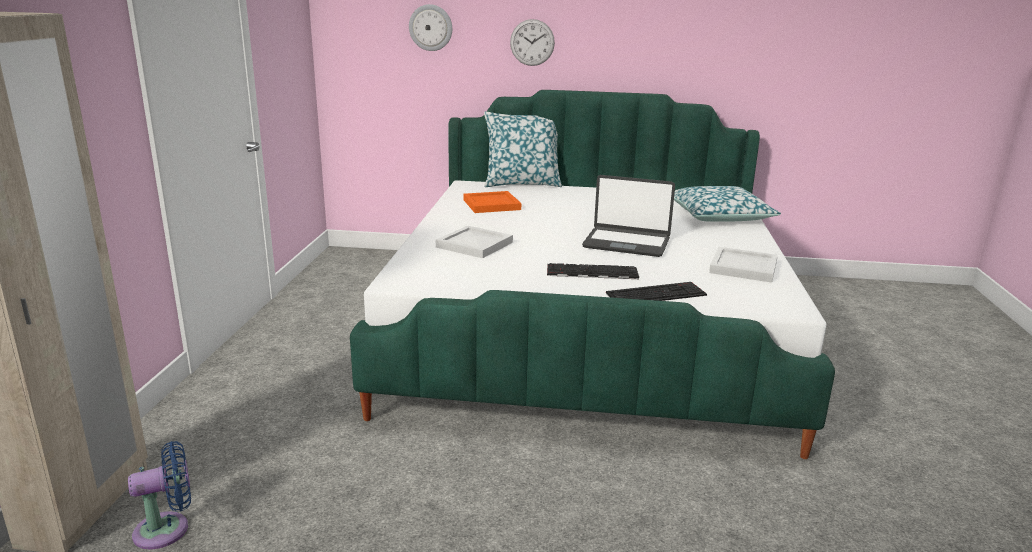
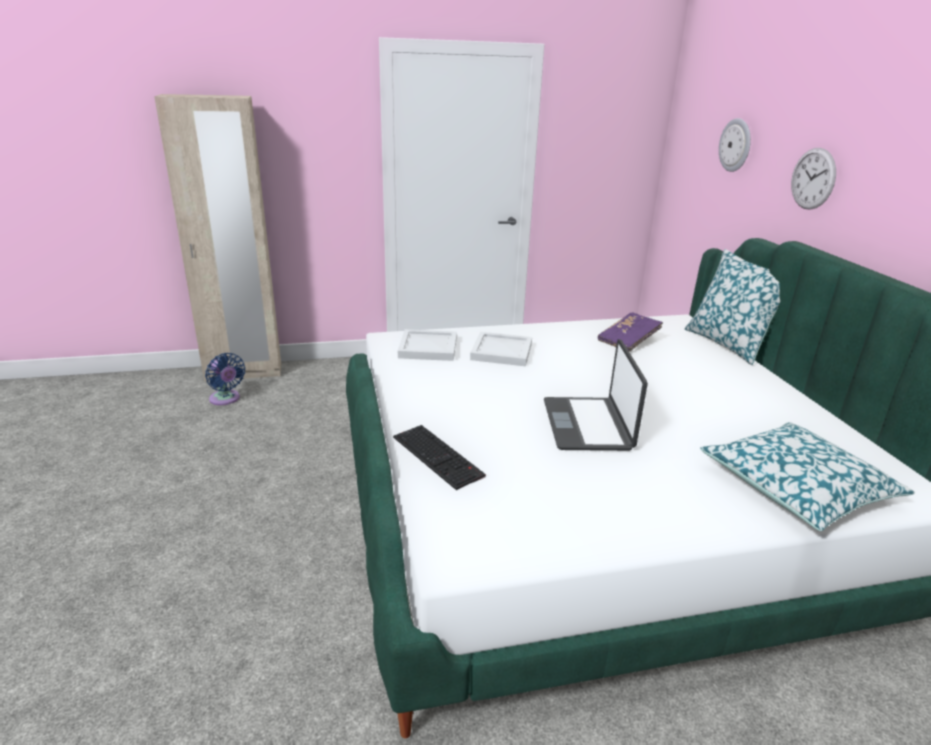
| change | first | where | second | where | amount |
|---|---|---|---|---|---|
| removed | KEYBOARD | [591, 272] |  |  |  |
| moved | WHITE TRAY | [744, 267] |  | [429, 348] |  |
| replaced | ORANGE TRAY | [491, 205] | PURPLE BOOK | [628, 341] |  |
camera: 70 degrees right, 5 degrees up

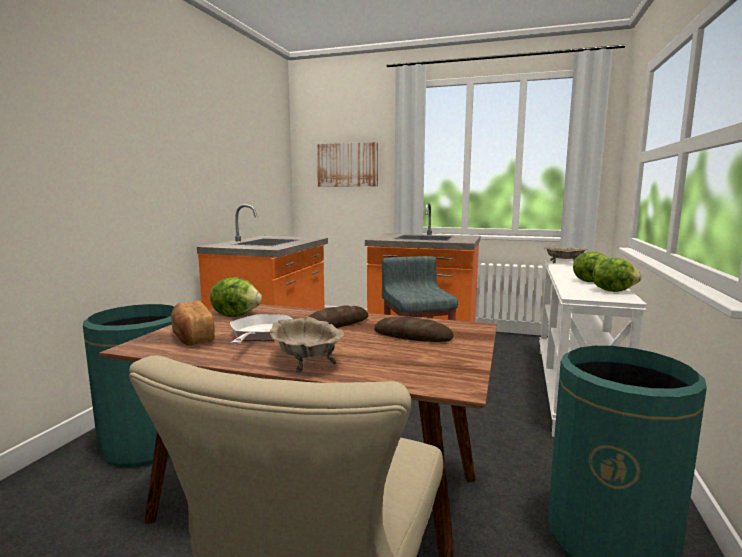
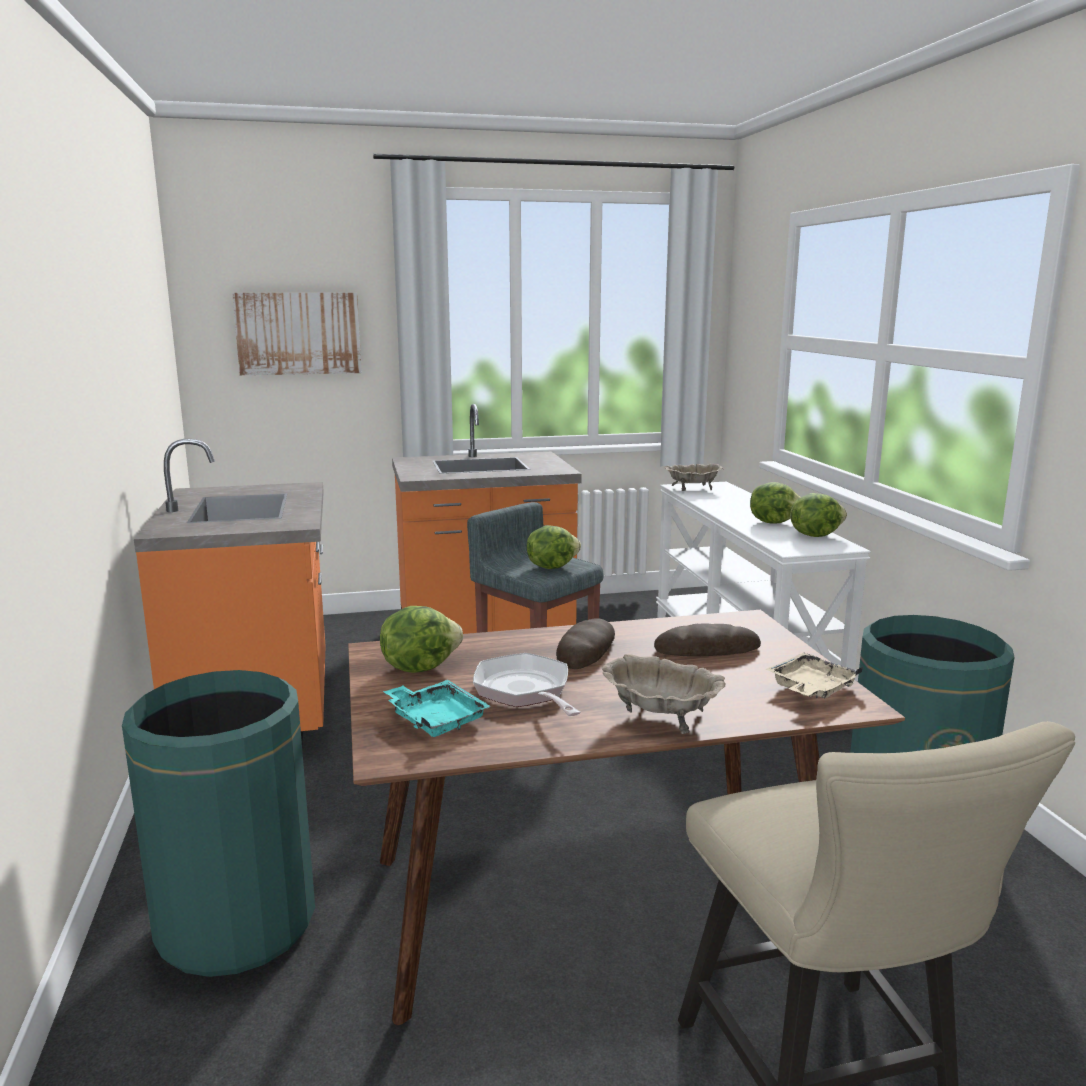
| change | first | where | second | where | amount |
|---|---|---|---|---|---|
| added |  |  | LETTUCE | [551, 566] |  |
| added |  |  | BEIGE TRAY | [810, 688] |  |
| replaced | BREAD | [192, 337] | TURQUOISE TRAY | [436, 719] |  |
camera: 30 degrees left, 5 degrees up

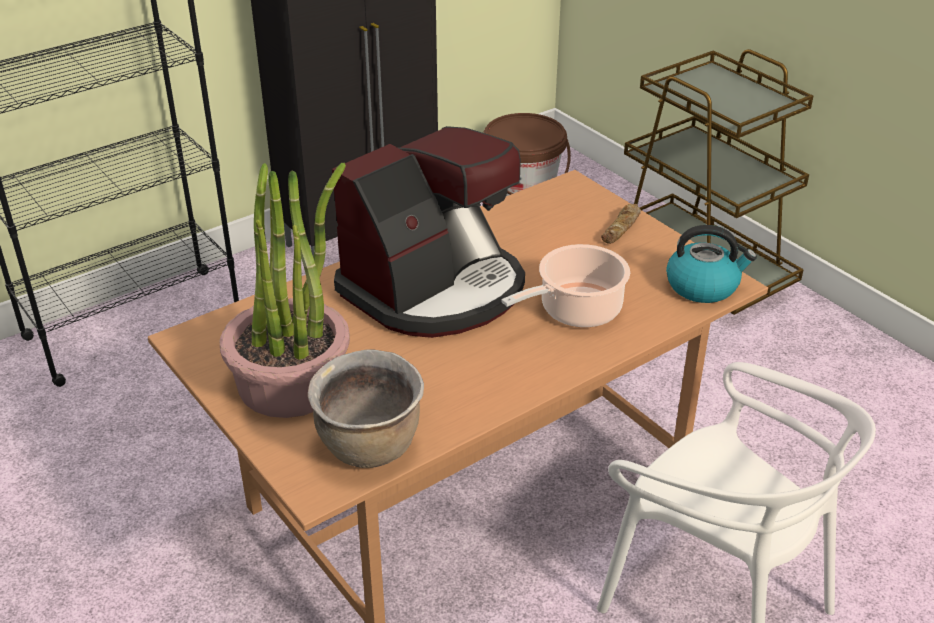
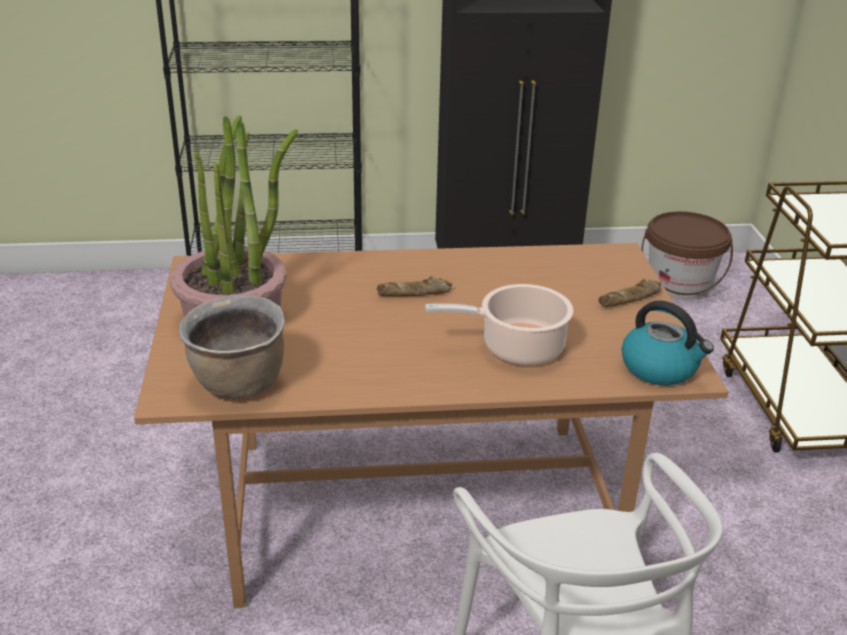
| change | first | where | second | where | amount |
|---|---|---|---|---|---|
| replaced | COFFEE MACHINE | [436, 289] | BREAD | [415, 293] |  |
camera: 30 degrees right, 5 degrees down

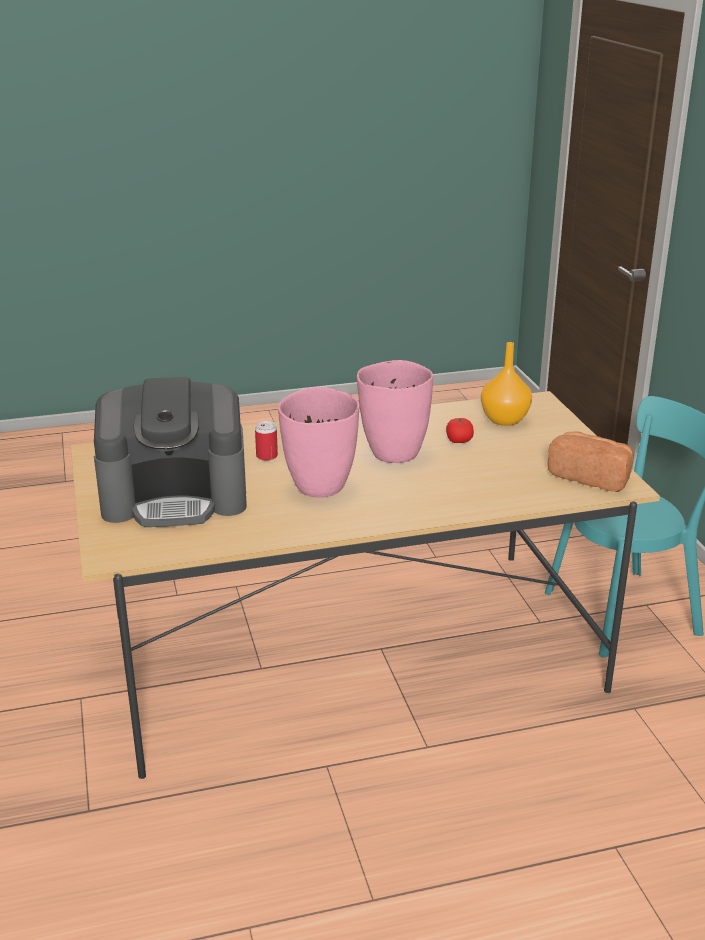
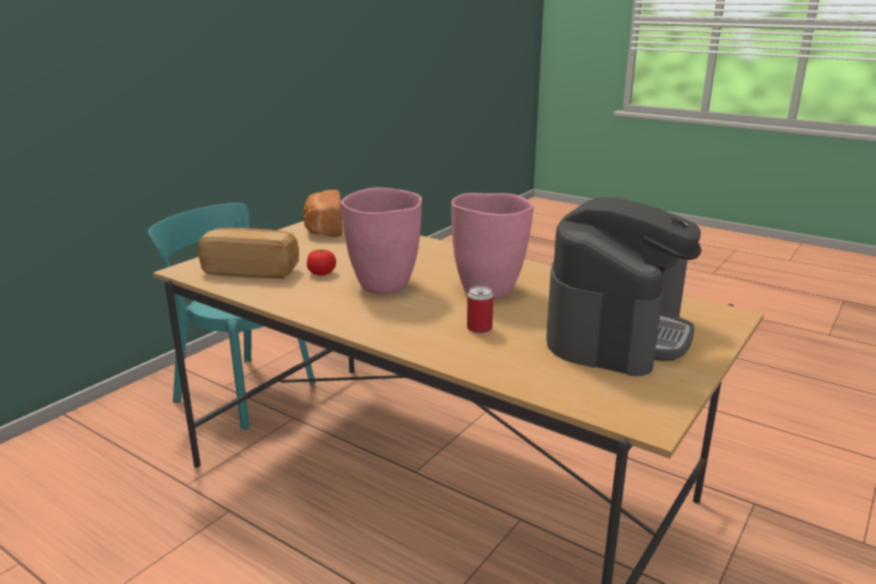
| change | first | where | second | where | amount |
|---|---|---|---|---|---|
| replaced | ORANGE VASE | [503, 420] | BREAD | [252, 270] |  |
| turned | COFFEE MACHINE | [176, 497] |  | [616, 332] | 75 degrees clockwise |
camera: 130 degrees left, 5 degrees down

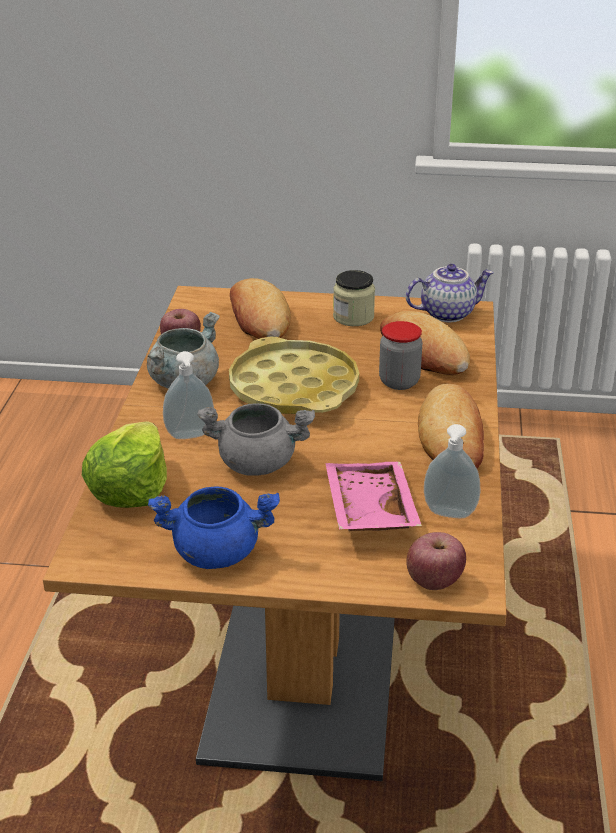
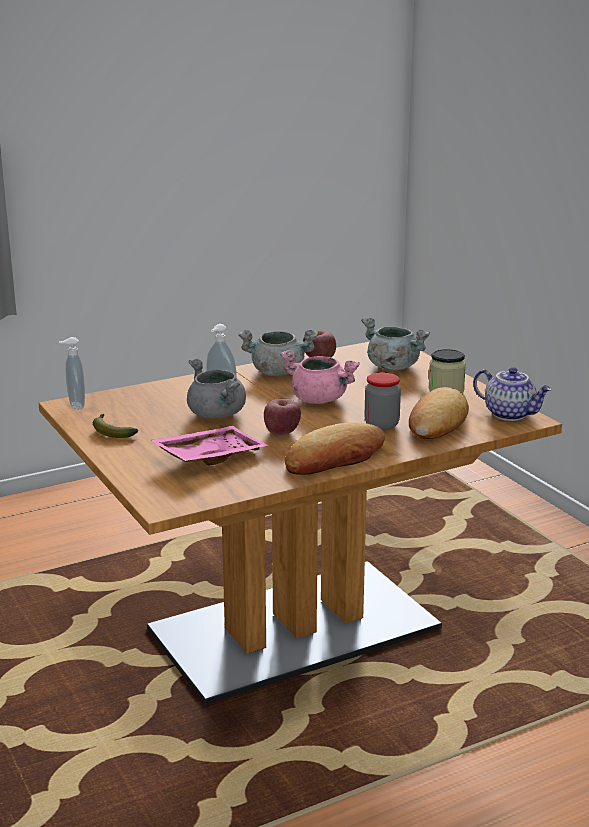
| change | first | where | second | where | amount |
|---|---|---|---|---|---|
| removed | LETTUCE | [130, 489] |  |  |  |
| moved | APPLE | [434, 581] |  | [282, 432] |  |
| moved | SOAP DISPENSER | [449, 515] |  | [75, 406] |  |
| replaced | BLUE COOKING POT | [216, 552] | BANANA | [111, 431] |  |
| replaced | YELLOW TRAY | [294, 388] | PINK COOKING POT | [320, 400] |  |
| replaced | BREAD | [259, 318] | GREY COOKING POT | [392, 367] |  |
camera: 55 degrees right, 10 degrees down

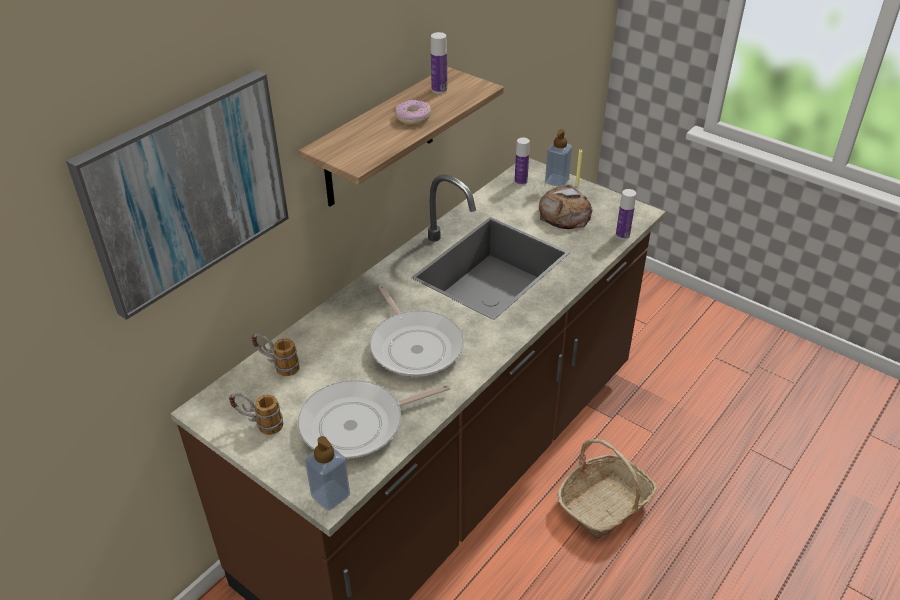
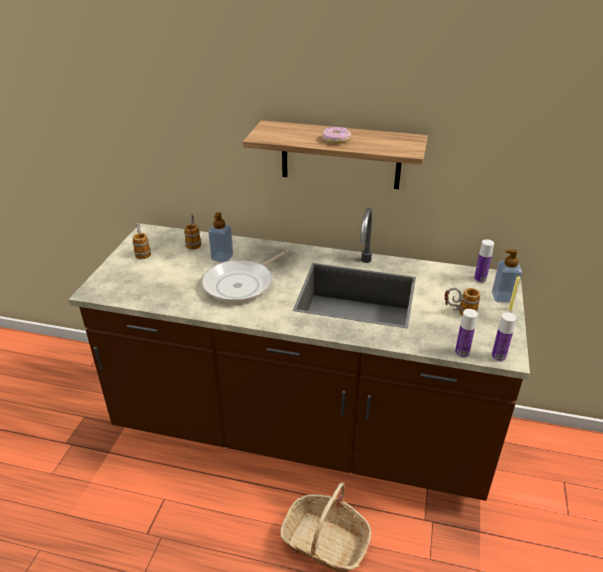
| change | first | where | second | where | amount |
|---|---|---|---|---|---|
| removed | PICTURE | [187, 191] |  |  |  |
| removed | FRYING PAN | [358, 424] |  |  |  |
| moved | SOAP DISPENSER | [330, 495] |  | [222, 257] |  |
| moved | BOTTLE | [439, 89] |  | [498, 356] |  |
| replaced | BREAD | [565, 214] | MUG | [459, 313] |  |
camera: 65 degrees right, 5 degrees down

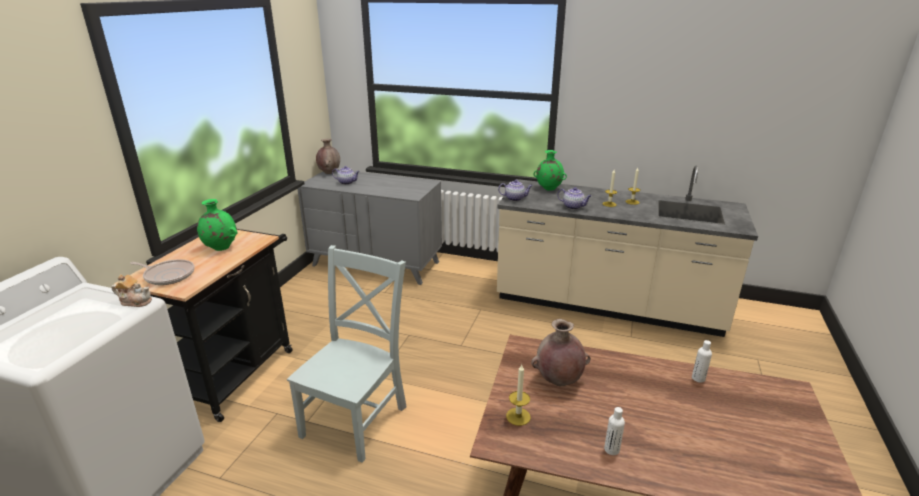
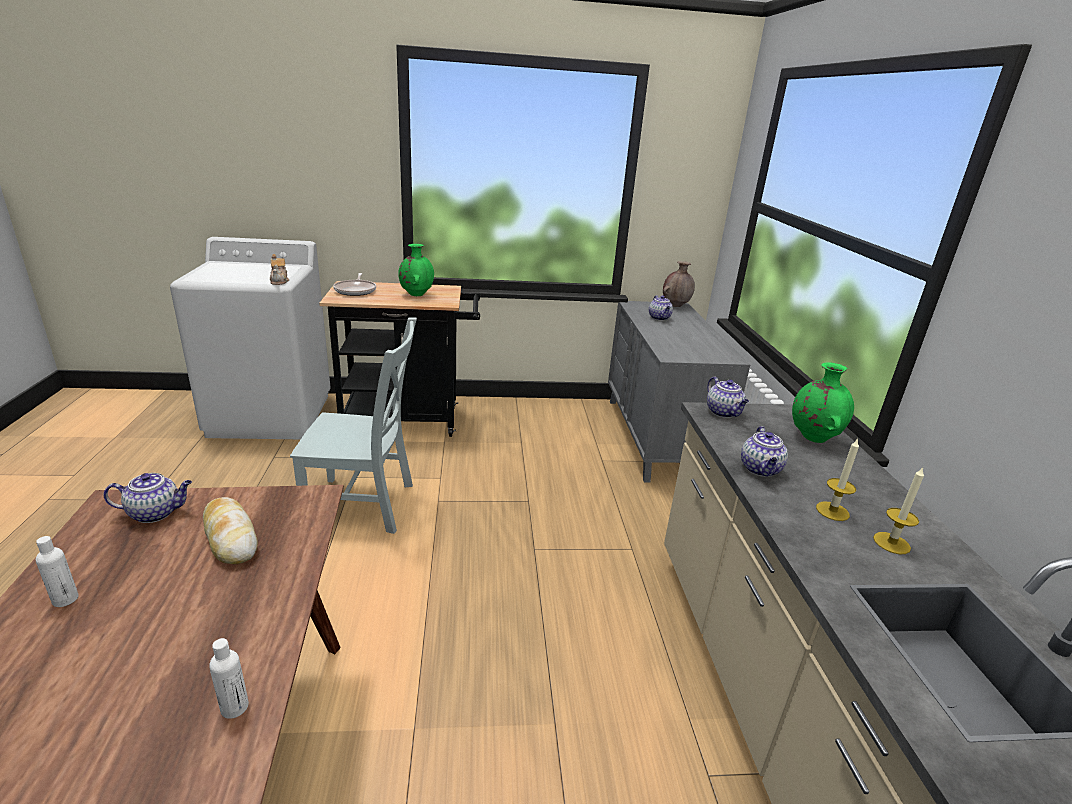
| change | first | where | second | where | amount |
|---|---|---|---|---|---|
| replaced | CANDLE | [518, 416] | TEAPOT | [156, 513] |  |
| replaced | BROWN VASE | [558, 381] | BREAD | [230, 537] |  |
camera: 65 degrees right, 0 degrees up

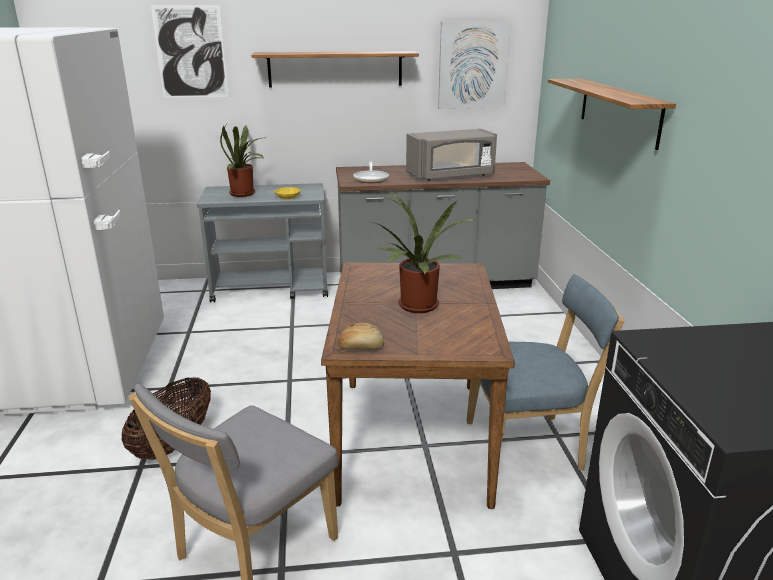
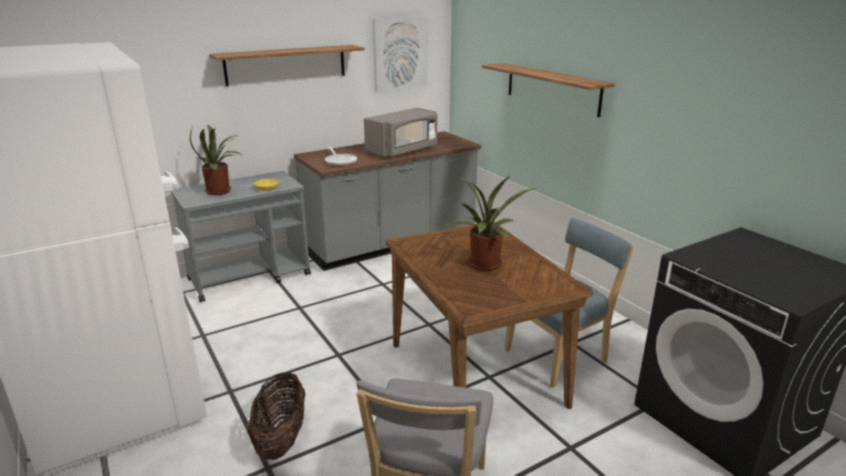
| change | first | where | second | where | amount |
|---|---|---|---|---|---|
| removed | PICTURE | [190, 52] |  |  |  |
| removed | BREAD | [361, 347] |  |  |  |
camera: 25 degrees left, 0 degrees up

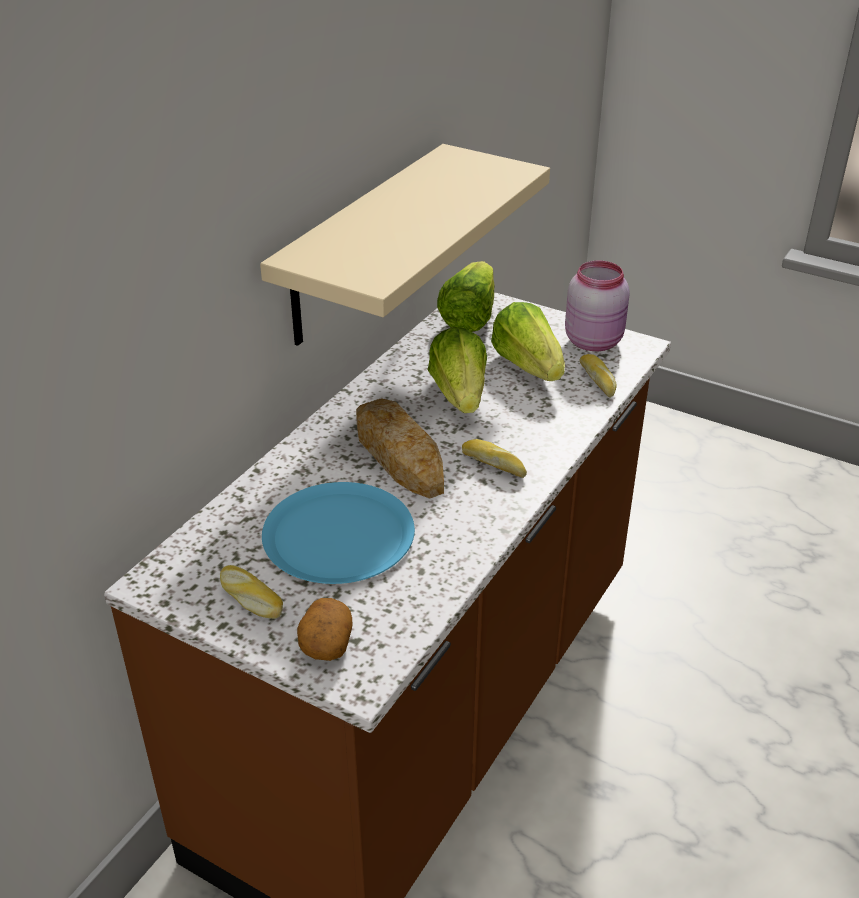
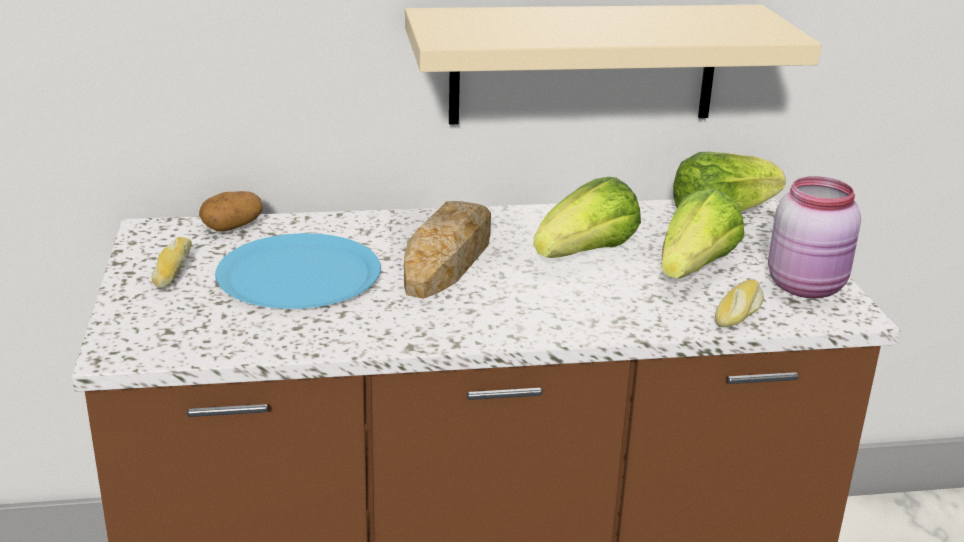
| change | first | where | second | where | amount |
|---|---|---|---|---|---|
| removed | BREAD | [494, 464] |  |  |  |
| moved | POTATO | [326, 642] |  | [232, 226] |  |
camera: 50 degrees right, 10 degrees down

